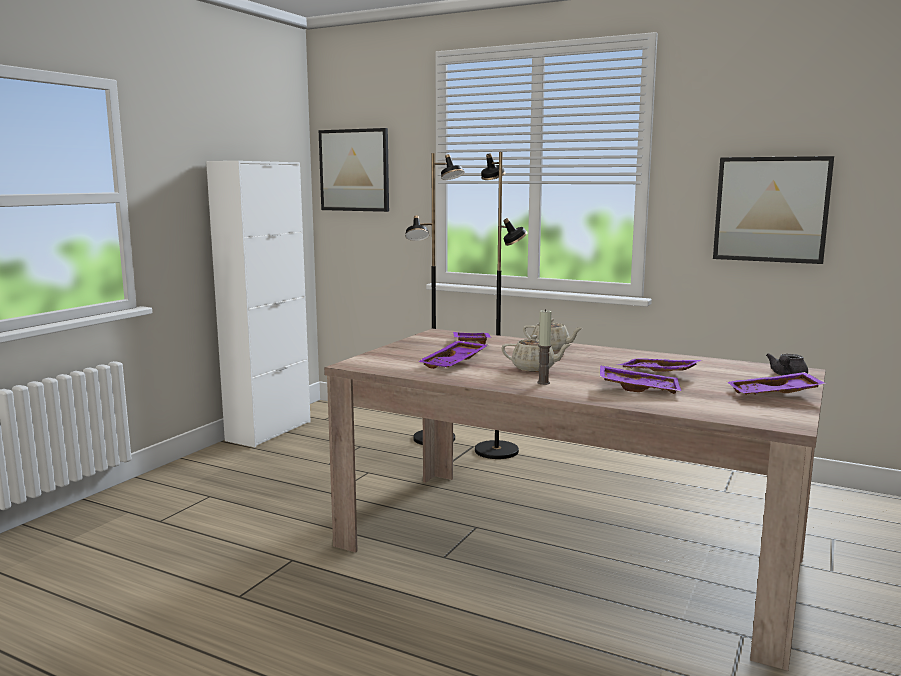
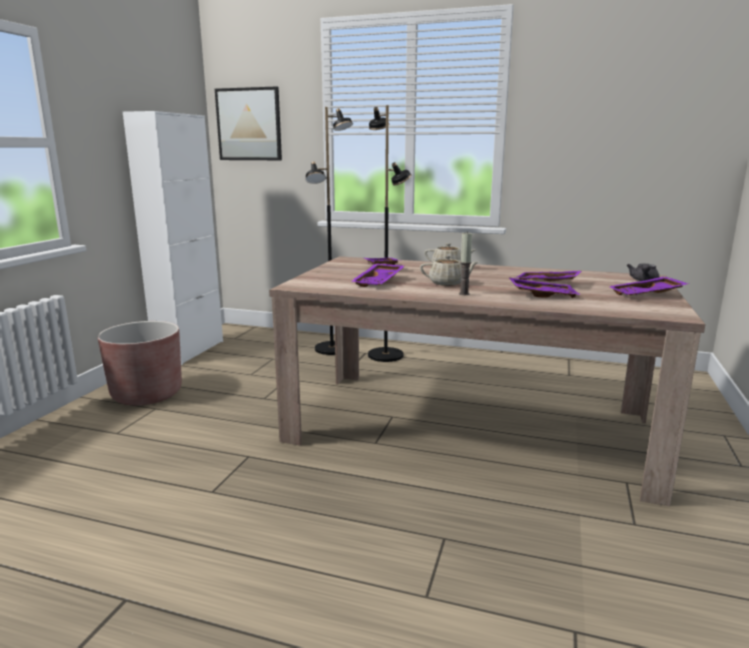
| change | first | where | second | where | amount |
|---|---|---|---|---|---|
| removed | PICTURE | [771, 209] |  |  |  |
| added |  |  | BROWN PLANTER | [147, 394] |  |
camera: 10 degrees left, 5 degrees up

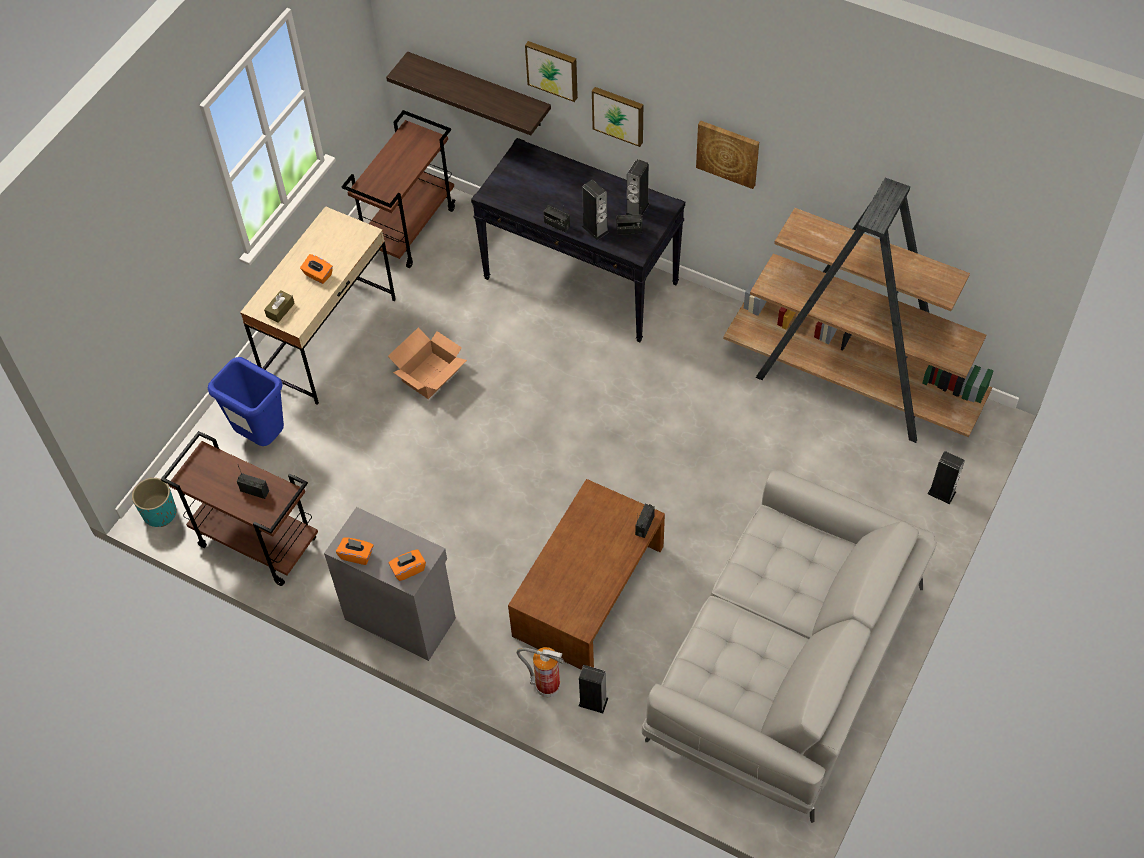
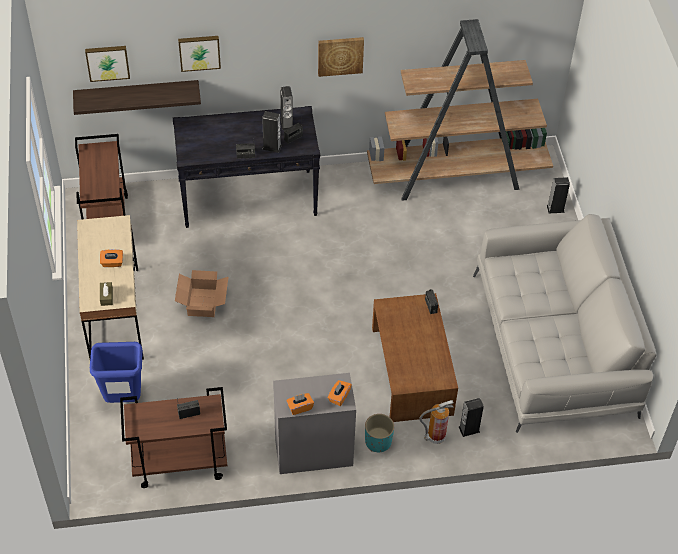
| change | first | where | second | where | amount |
|---|---|---|---|---|---|
| moved | TURQUOISE PLANTER | [159, 513] |  | [378, 442] |  |
| moved | PICTURE | [619, 114] |  | [107, 62] |  |
camera: 40 degrees left, 5 degrees down

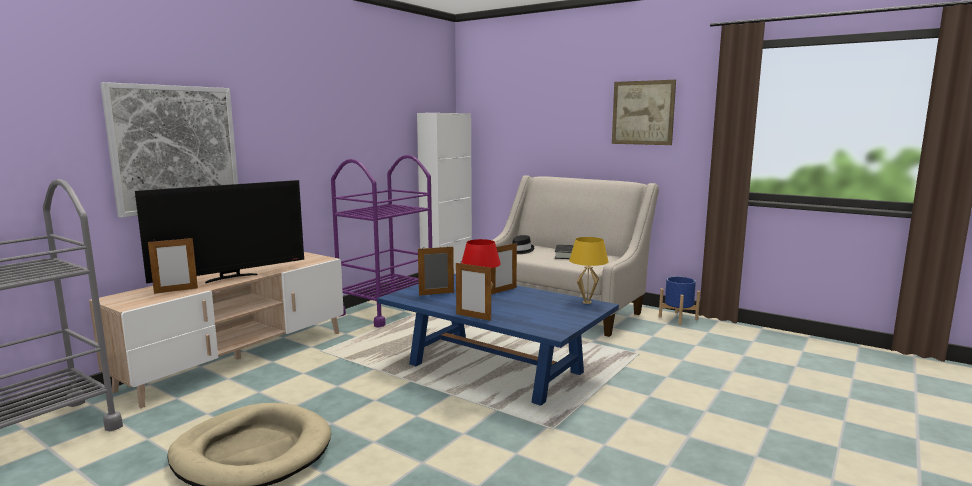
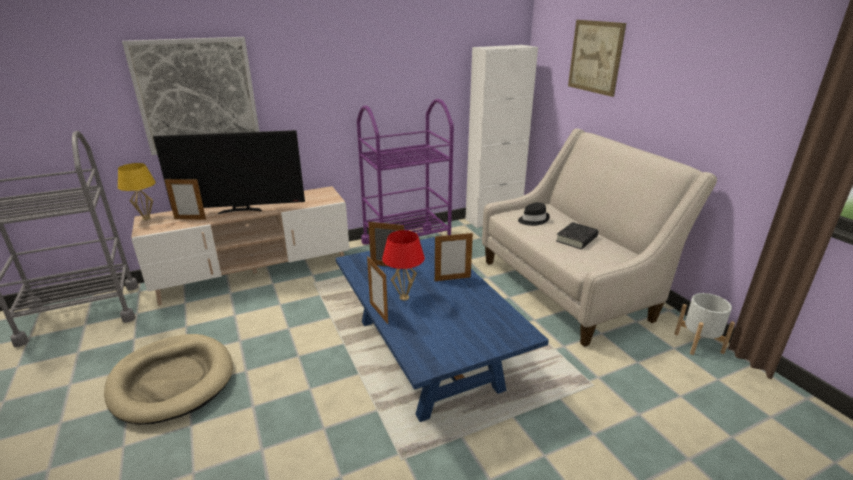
| change | first | where | second | where | amount |
|---|---|---|---|---|---|
| moved | YELLOW TABLE LAMP | [587, 302] |  | [146, 219] |  |
| moved | PICTURE | [643, 113] |  | [595, 57] |  |
| recoloured | BLUE PLANTER | [678, 318] | WHITE PLANTER | [698, 343] |  |
camera: 30 degrees right, 15 degrees up

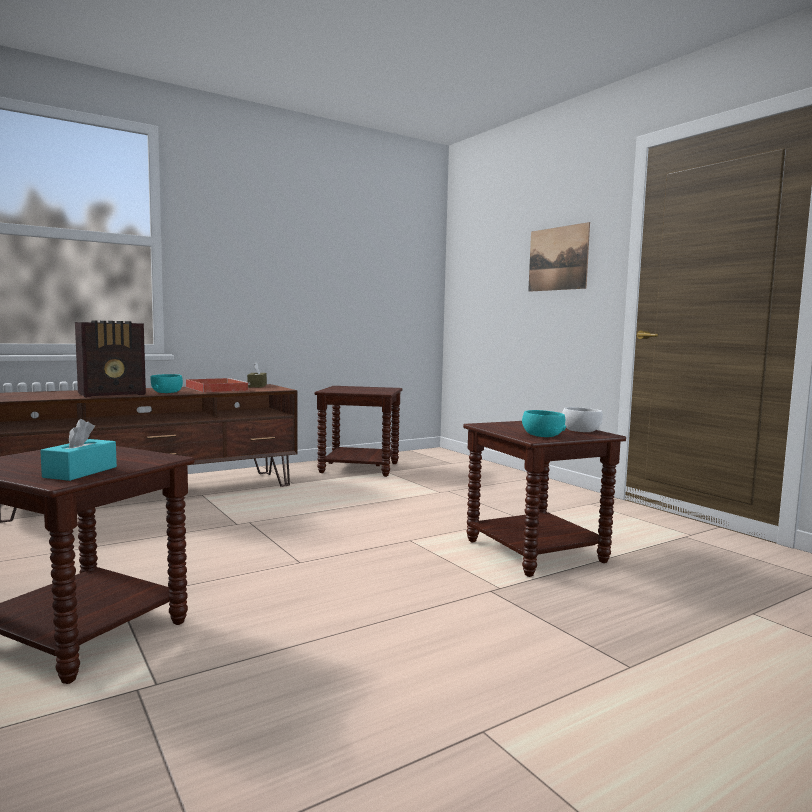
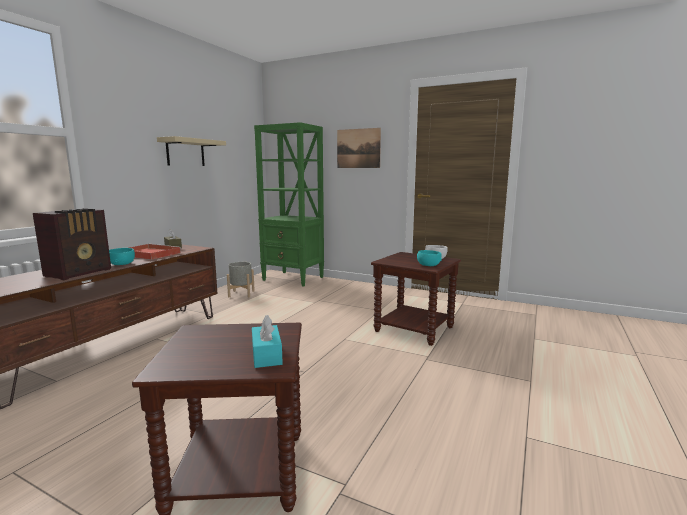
| change | first | where | second | where | amount |
|---|---|---|---|---|---|
| added |  |  | BEIGE SHELF | [185, 152] |  |
| added |  |  | GREEN BOOKCASE | [293, 279] |  |
| replaced | BROWN SIDE TABLE | [360, 468] | GREY PLANTER | [241, 294] |  |
camera: 30 degrees left, 5 degrees up

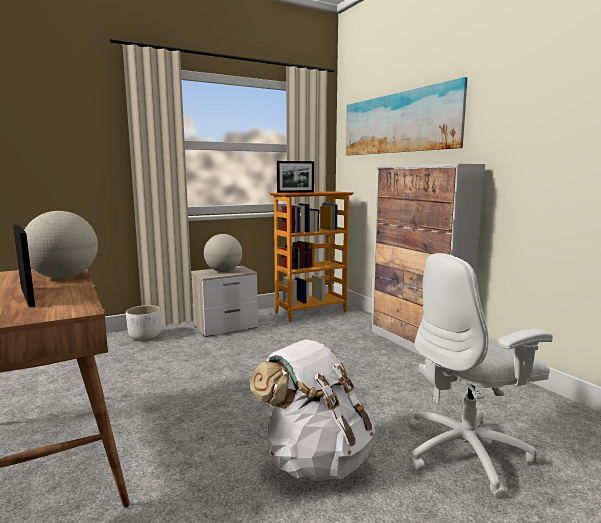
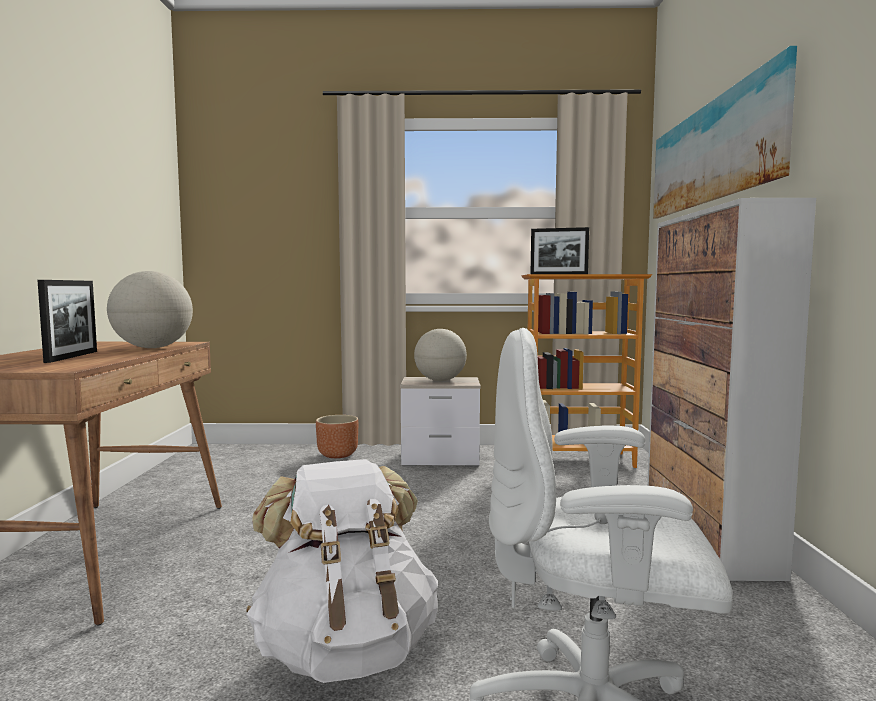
| change | first | where | second | where | amount |
|---|---|---|---|---|---|
| recoloured | WHITE PLANTER | [145, 337] | BROWN PLANTER | [338, 455] |  |
camera: 30 degrees right, 5 degrees down

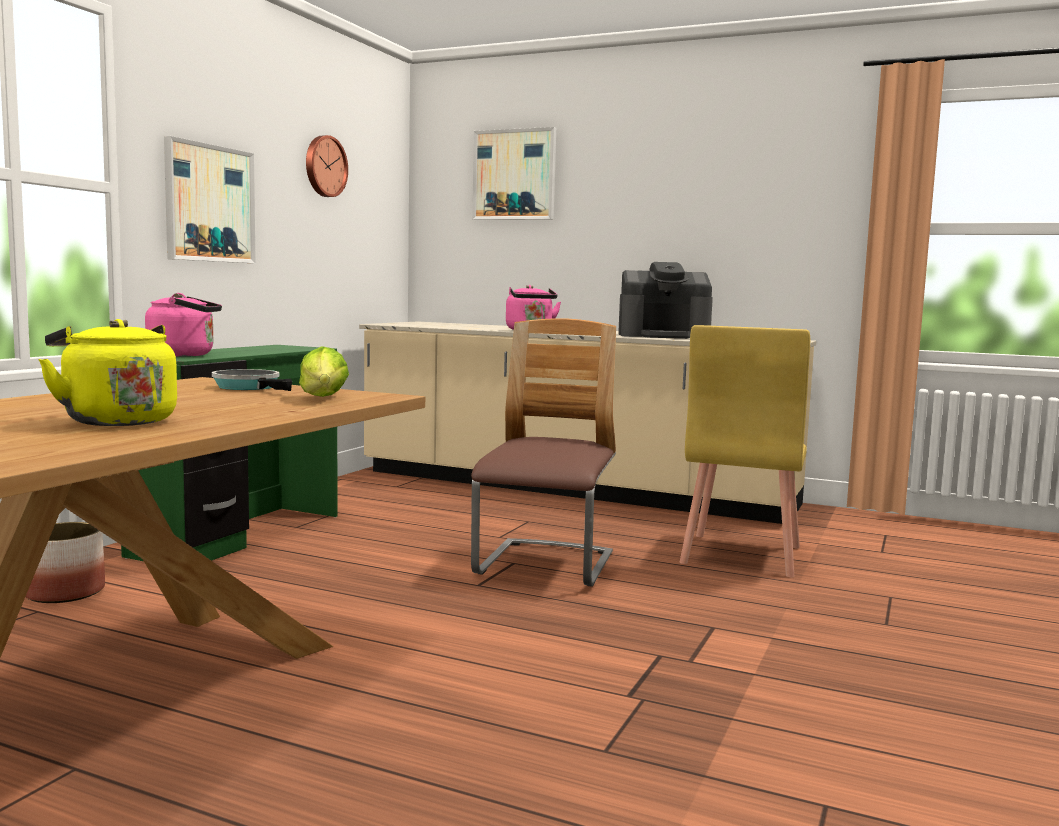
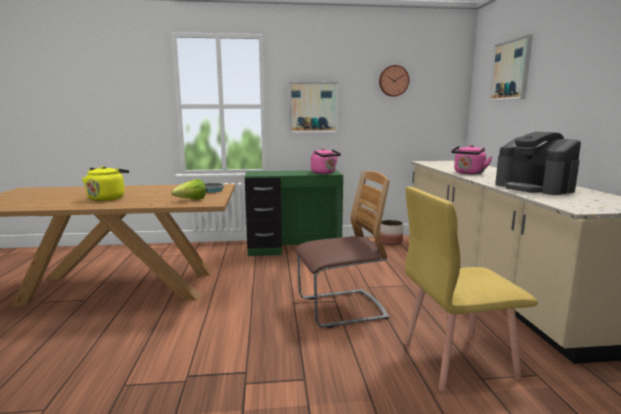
| change | first | where | second | where | amount |
|---|---|---|---|---|---|
| moved | PLANTER | [65, 592] |  | [390, 242] |  |
| moved | PINK KETTLE | [185, 355] |  | [324, 173] |  |
camera: 60 degrees right, 5 degrees up

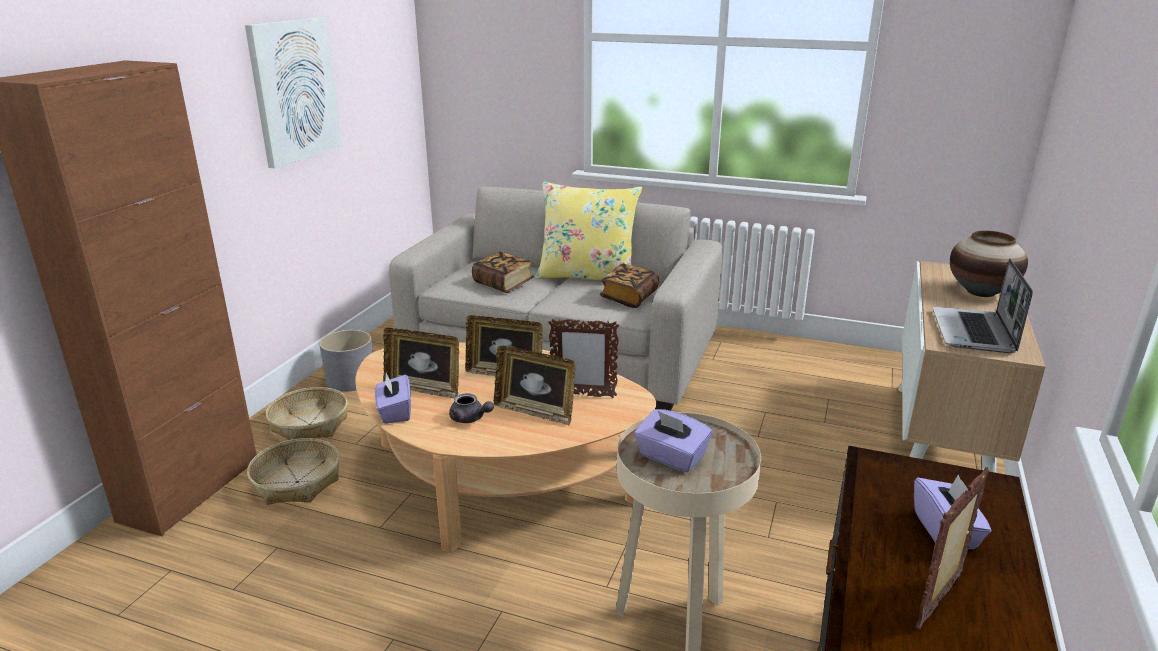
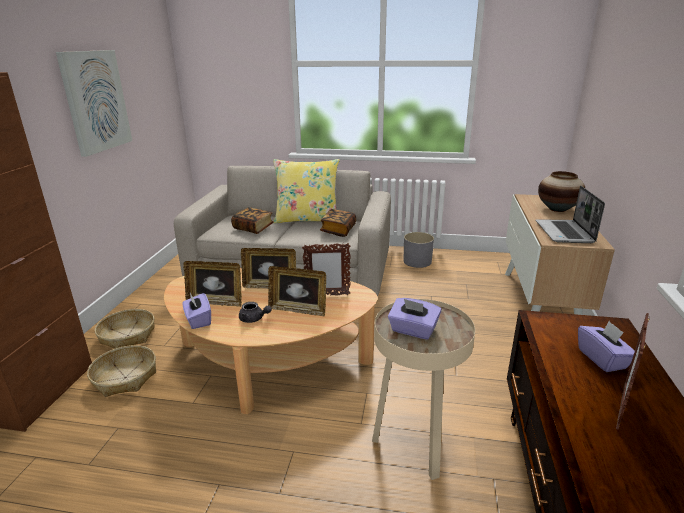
| change | first | where | second | where | amount |
|---|---|---|---|---|---|
| moved | GREY PLANTER | [351, 380] |  | [417, 261] |  |
camera: 10 degrees left, 0 degrees up

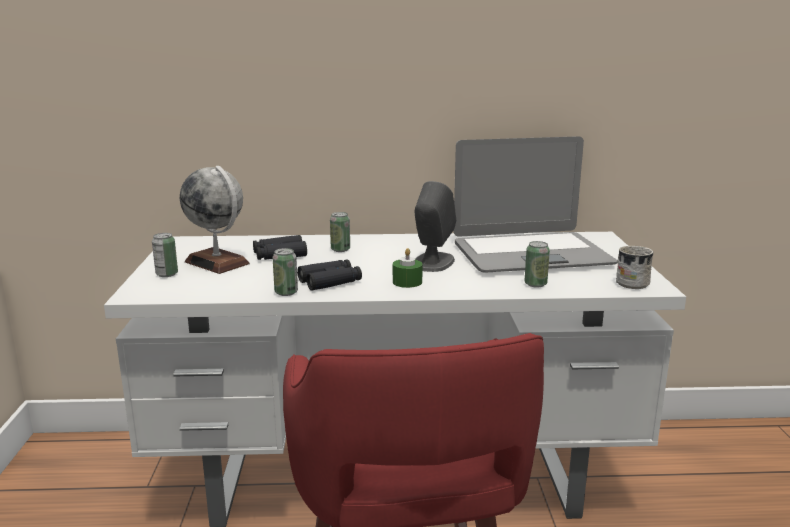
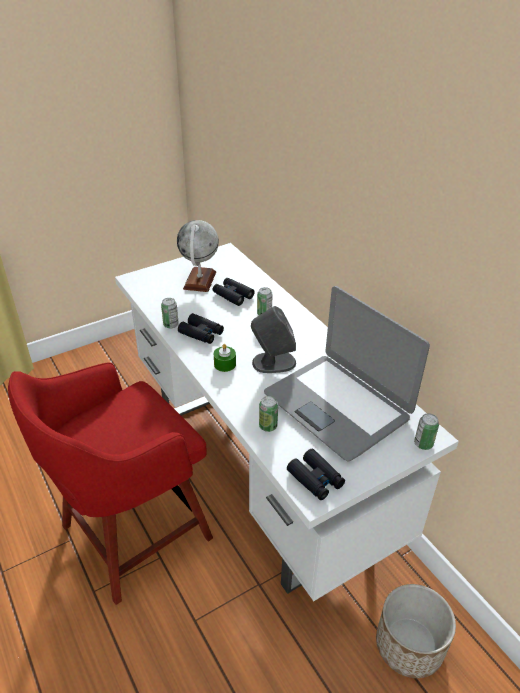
| change | first | where | second | where | amount |
|---|---|---|---|---|---|
| added |  |  | PLANTER | [408, 646] |  |
| moved | CAN | [167, 274] |  | [423, 444] |  |
| replaced | WHITE MUG | [629, 282] | BLACK BINOCULARS | [315, 479] |  |
camera: 60 degrees right, 20 degrees up

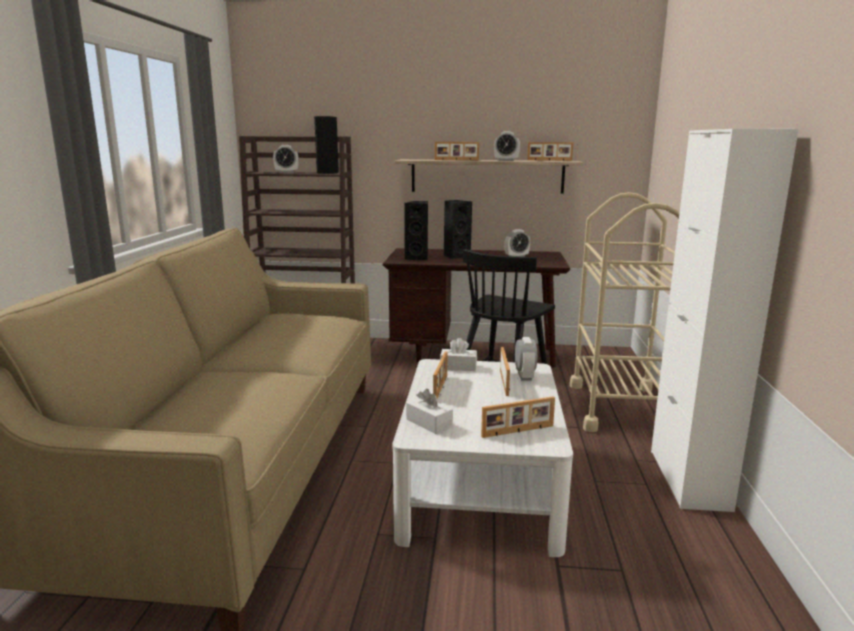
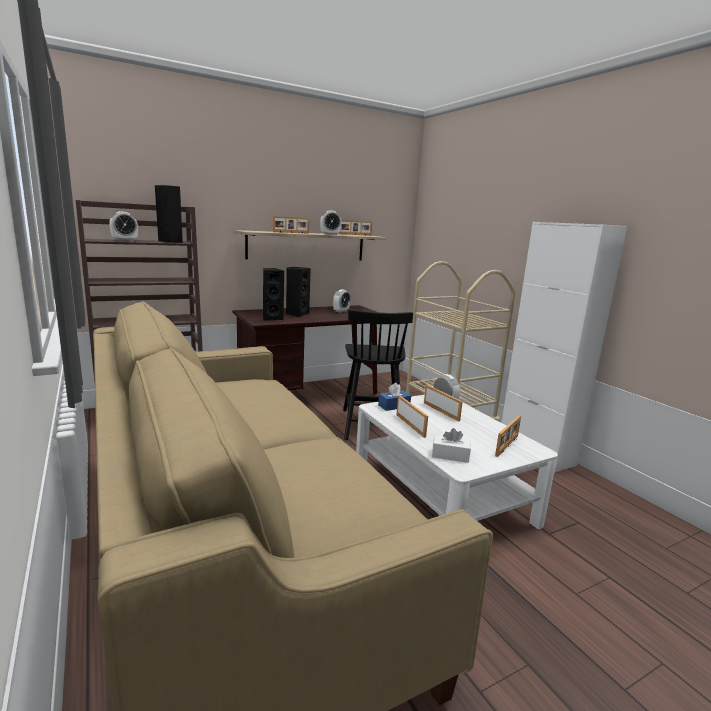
| change | first | where | second | where | amount |
|---|---|---|---|---|---|
| recoloured | WHITE TISSUE BOX | [458, 367] | BLUE TISSUE BOX | [394, 406] |  |
camera: 35 degrees left, 0 degrees up

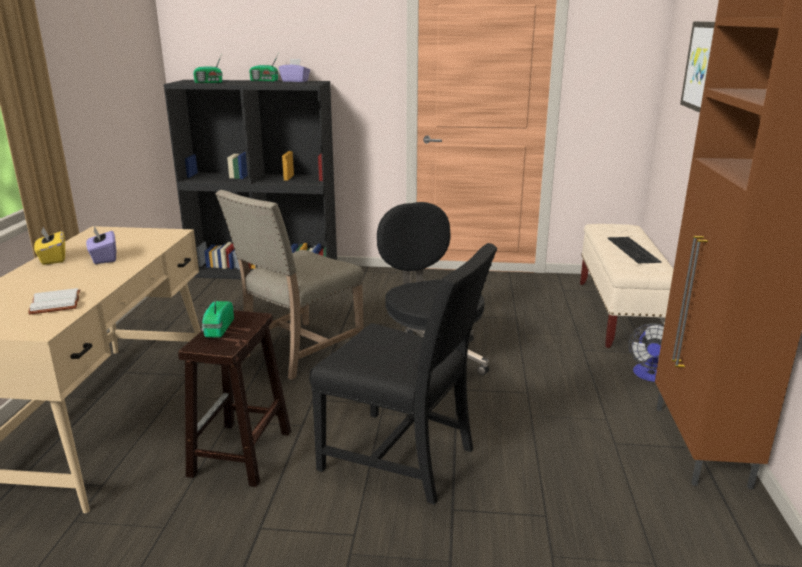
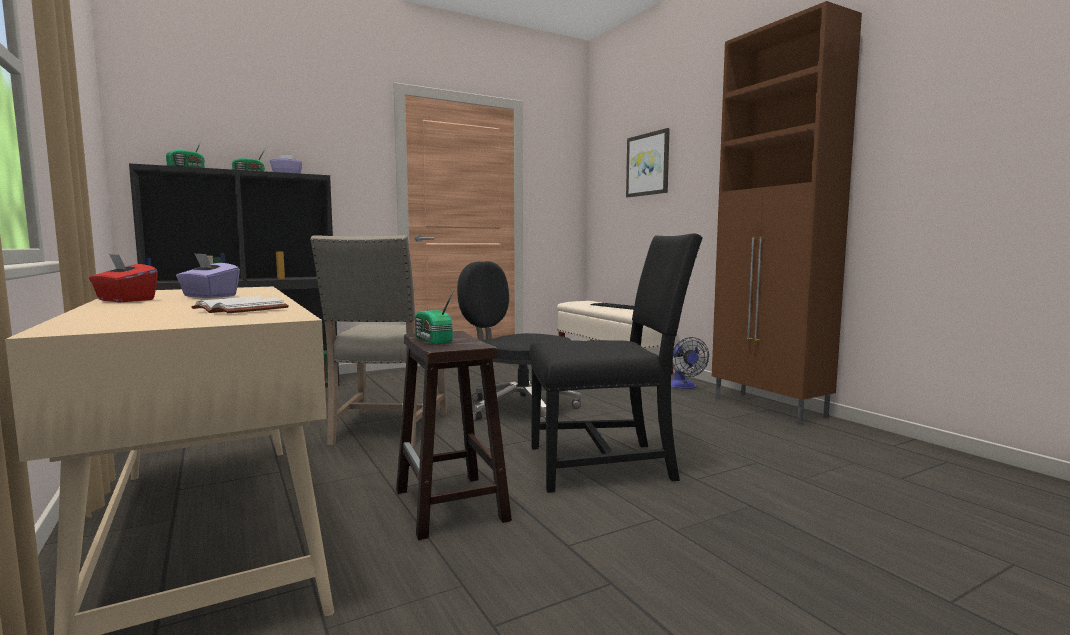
| change | first | where | second | where | amount |
|---|---|---|---|---|---|
| recoloured | YELLOW TISSUE BOX | [53, 259] | RED TISSUE BOX | [125, 300] |  |
camera: 35 degrees left, 15 degrees down

